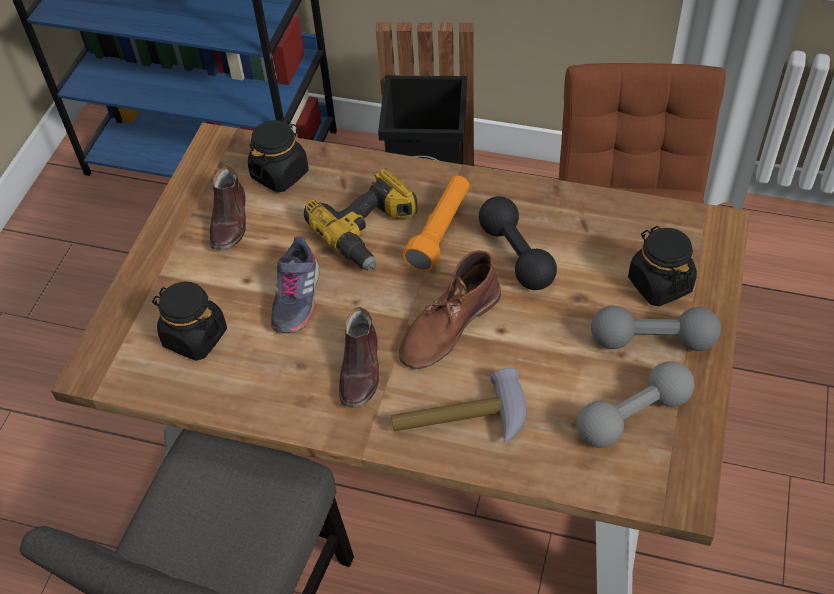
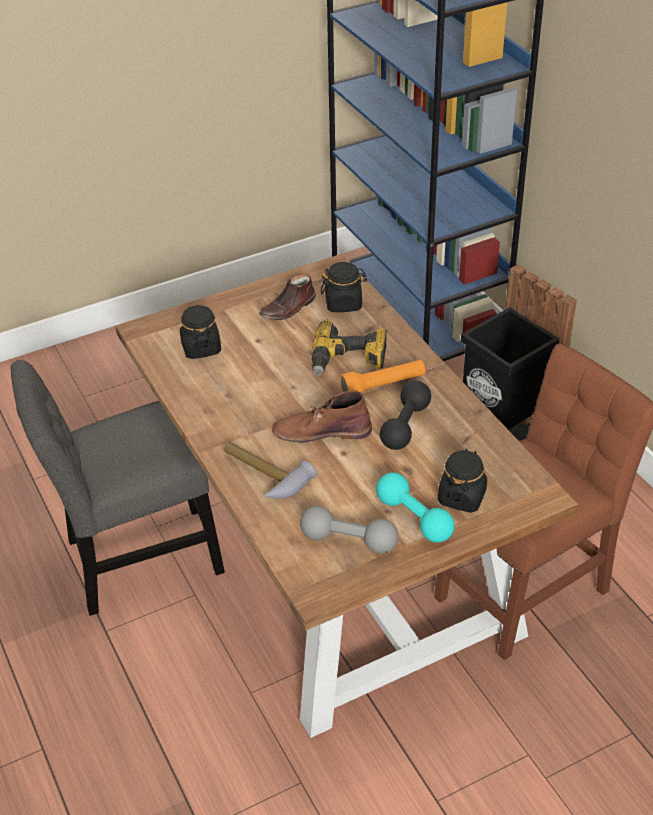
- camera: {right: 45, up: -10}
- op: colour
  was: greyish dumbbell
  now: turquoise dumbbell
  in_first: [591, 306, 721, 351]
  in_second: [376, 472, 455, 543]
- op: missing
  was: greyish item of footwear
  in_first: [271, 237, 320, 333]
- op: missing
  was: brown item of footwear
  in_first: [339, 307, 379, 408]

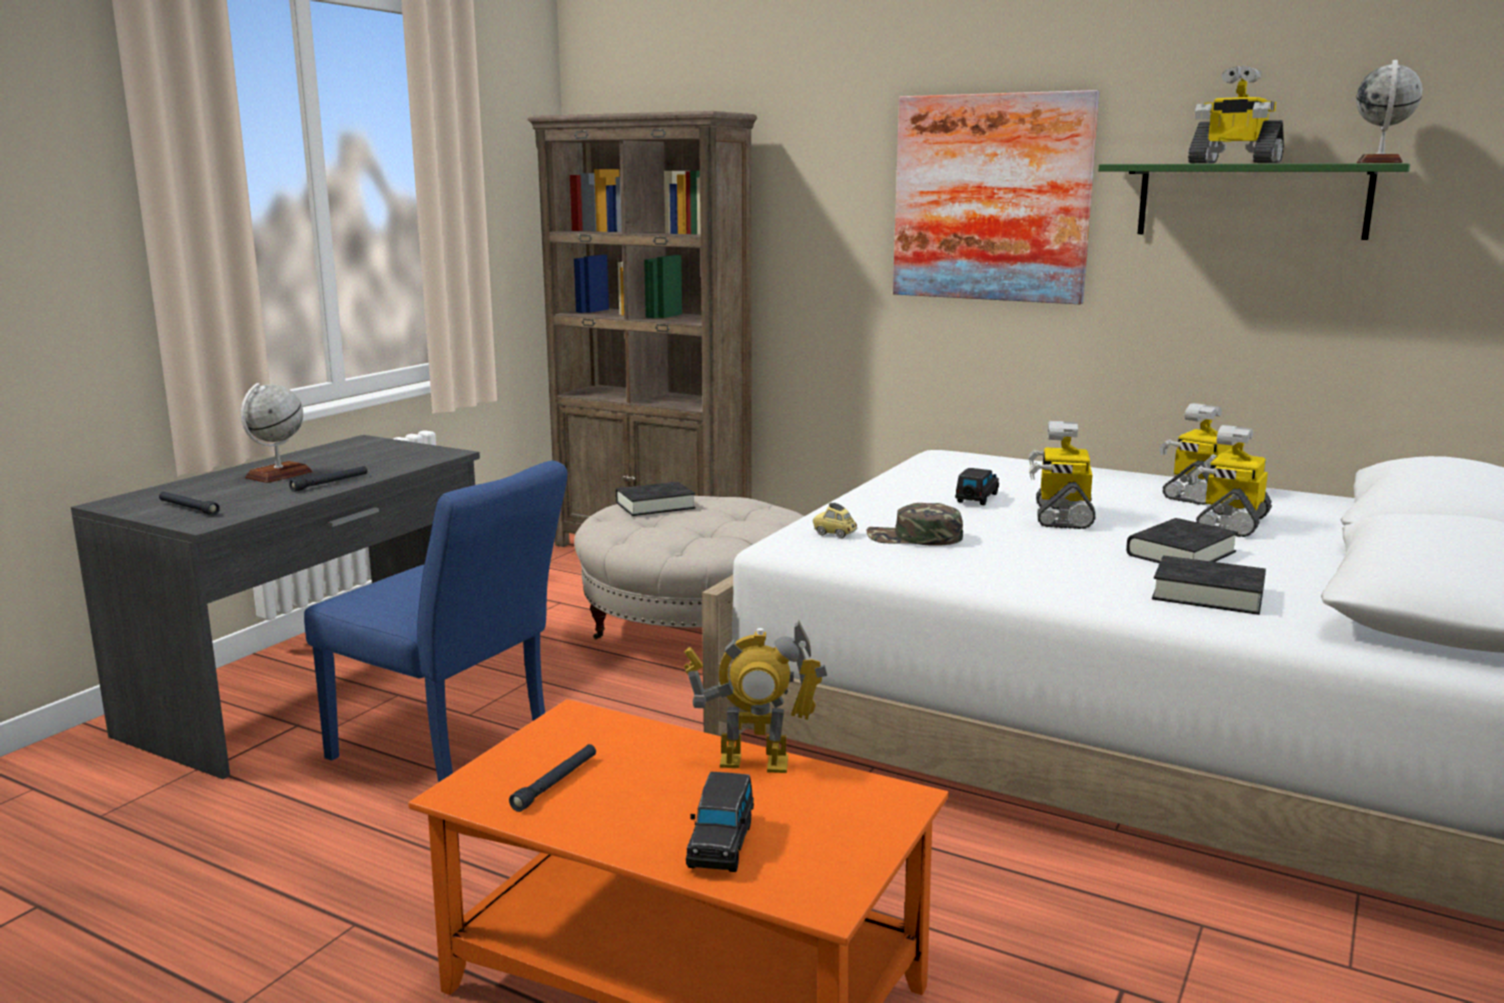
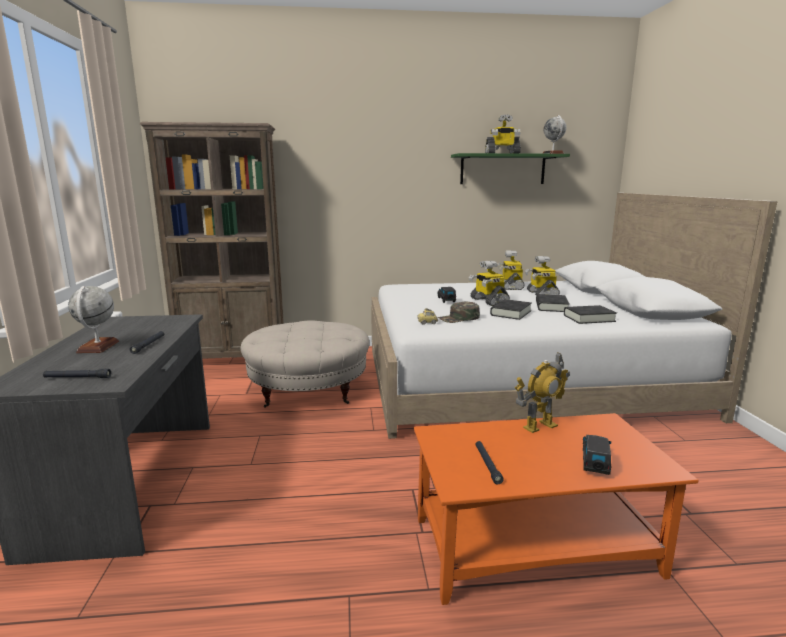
- camera: {right: -35, up: 0}
- op: relocated
  was: black volume
  in_first: [616, 482, 696, 516]
  in_second: [490, 299, 532, 320]
- op: spun
  was: black miniature car
  in_first: [686, 772, 754, 872]
  in_second: [583, 435, 611, 475]
  clockwise: -135
- op: missing
  was: blue-coloured upright chair
  in_first: [304, 461, 567, 783]
- op: missing
  was: picture
  in_first: [893, 90, 1099, 304]

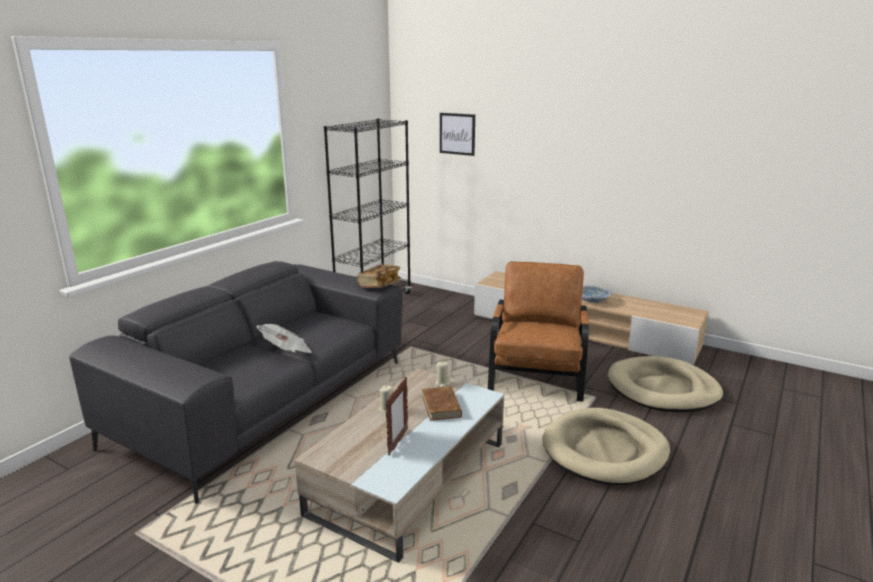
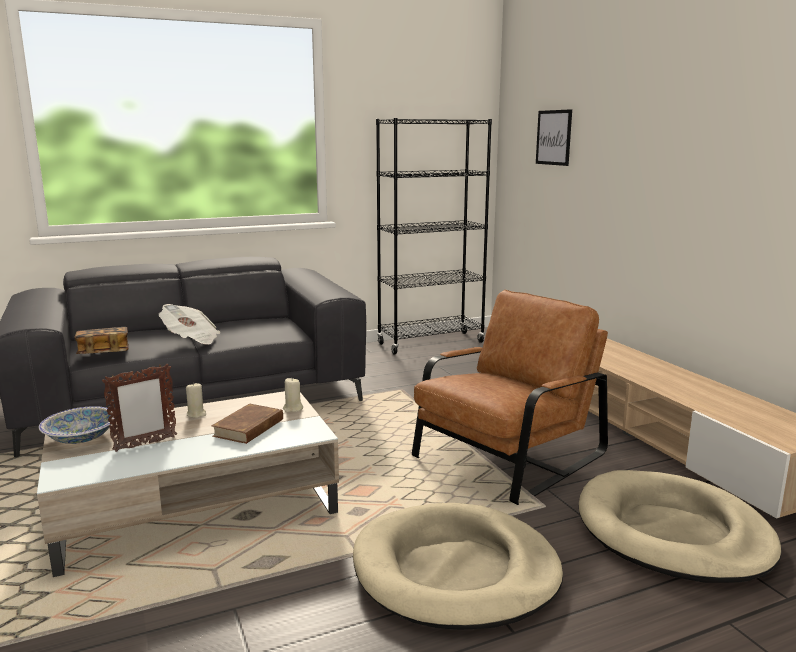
- camera: {right: 35, up: -5}
- op: relocated
  was: bowl
  in_first: [582, 285, 612, 303]
  in_second: [39, 406, 114, 444]
- op: relocated
  was: volume
  in_first: [357, 265, 401, 288]
  in_second: [75, 327, 129, 354]

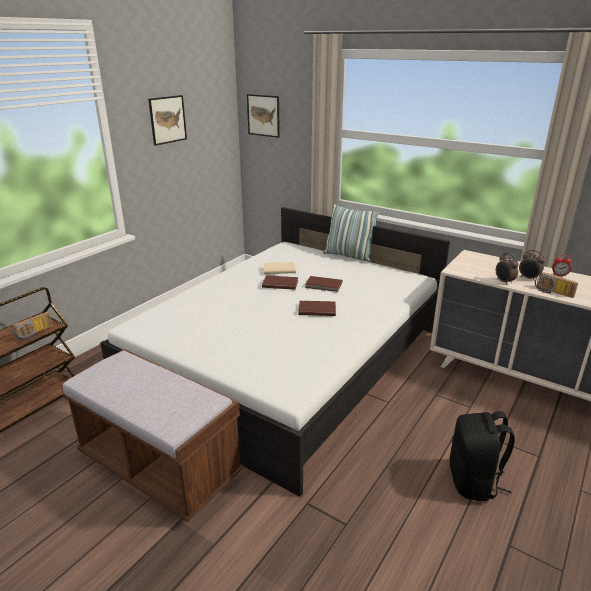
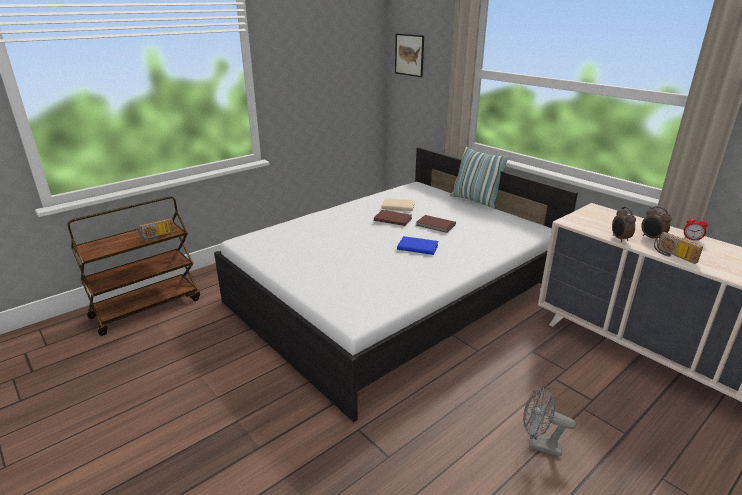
- camera: {right: 15, up: 0}
- op: colour
  was: brown volume
  now: blue-coloured volume
  in_first: [298, 301, 336, 316]
  in_second: [397, 236, 439, 255]
- op: exchanged
  was: black backpack
  now: greyish electric fan
  in_first: [450, 411, 515, 501]
  in_second: [523, 386, 576, 456]
- op: missing
  was: brown bench
  in_first: [61, 349, 243, 522]
- op: missing
  was: picture
  in_first: [148, 95, 187, 146]

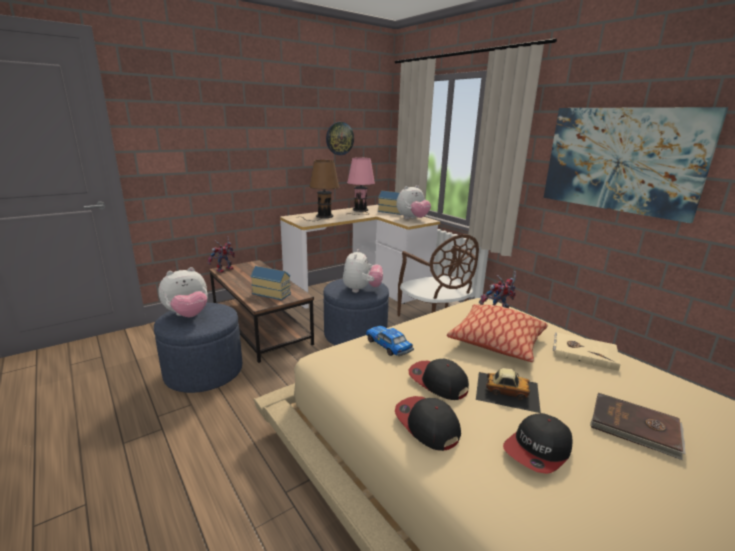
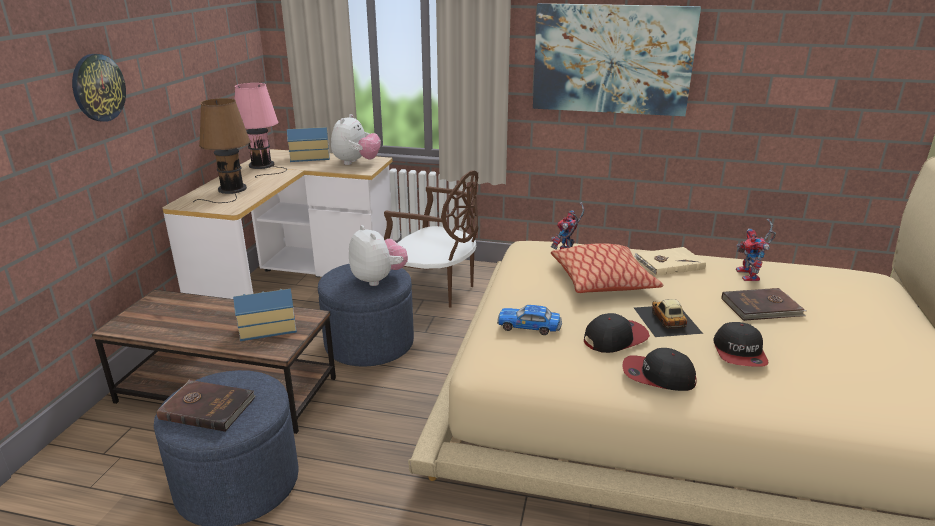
- camera: {right: -40, up: 5}
- op: relocated
  was: hanging clock
  in_first: [326, 122, 354, 155]
  in_second: [72, 54, 126, 122]
- op: exchanged
  was: cuddly toy
  now: brown volume
  in_first: [158, 267, 208, 317]
  in_second: [157, 380, 256, 432]
- op: spun
  was: baseball cap
  in_first: [408, 359, 469, 400]
  in_second: [584, 313, 650, 353]
  clockwise: 150
- op: spun
  was: miniature car
  in_first: [476, 368, 541, 413]
  in_second: [634, 299, 703, 337]
  clockwise: -75
- op: relocated
  was: toy robot
  in_first: [207, 236, 235, 273]
  in_second: [736, 219, 776, 281]

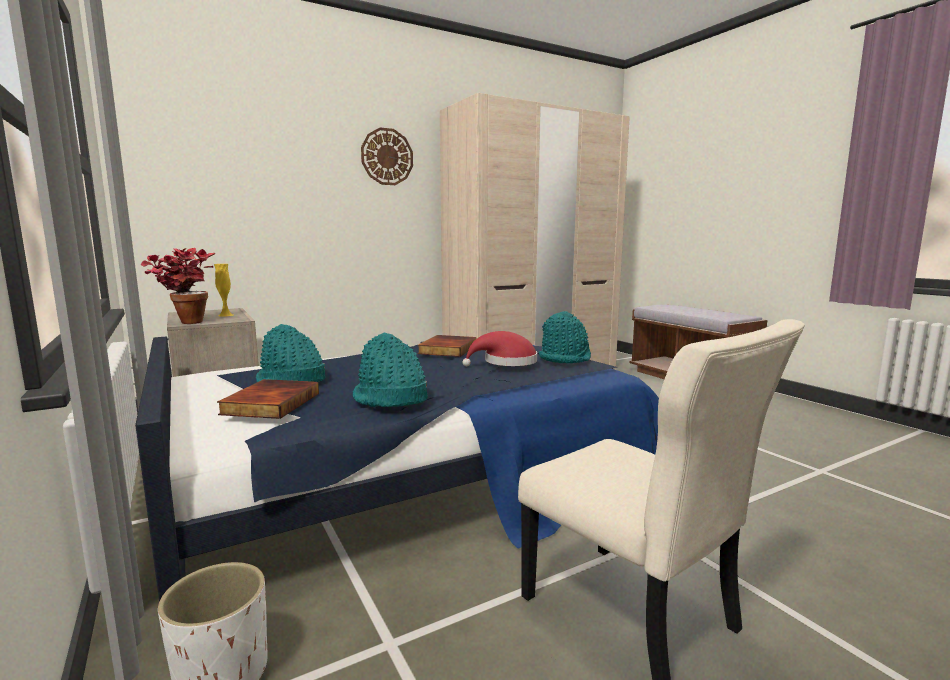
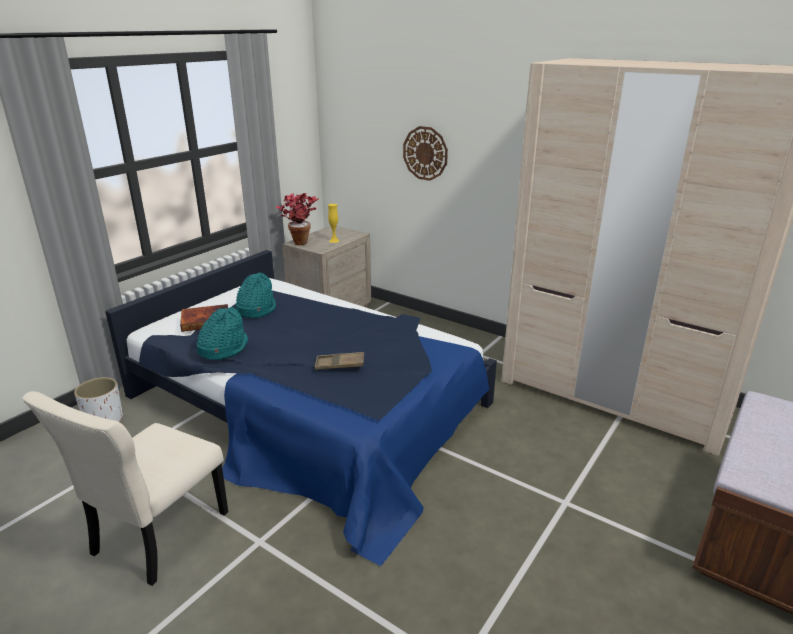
- camera: {right: 65, up: 15}
- op: exchanged
  was: red-coloured clothing hat
  now: brown tray
  in_first: [463, 331, 537, 366]
  in_second: [314, 352, 364, 370]
- op: relocated
  was: hanging clock
  in_first: [361, 127, 413, 185]
  in_second: [403, 126, 448, 181]
- op: missing
  was: volume
  in_first: [418, 335, 476, 357]
- op: missing
  was: turquoise clothing hat
  in_first: [538, 311, 591, 363]

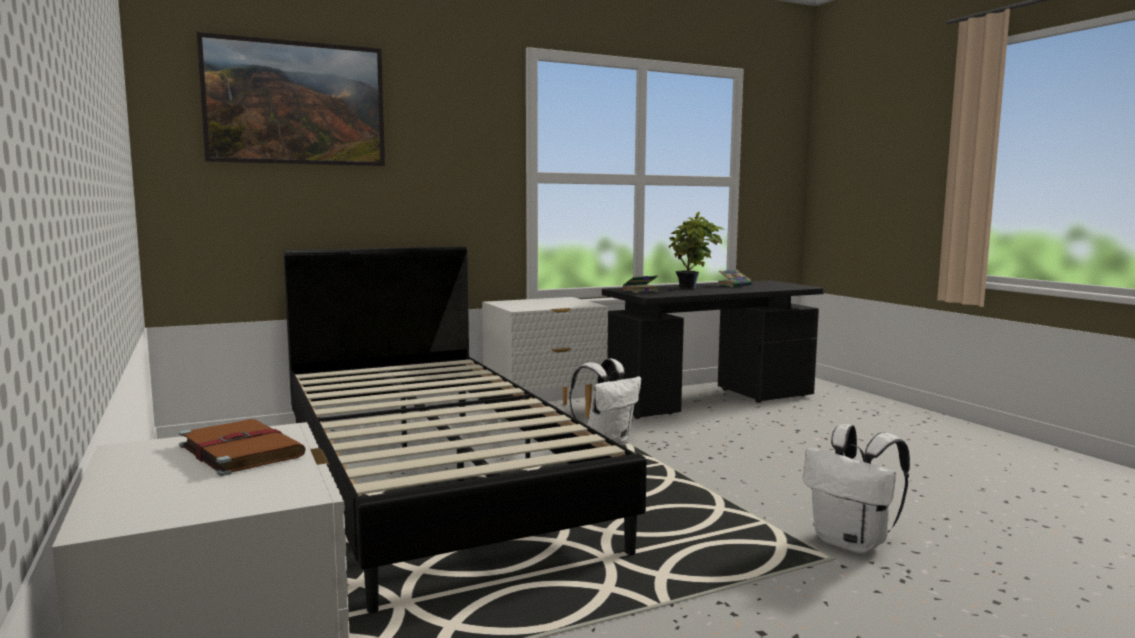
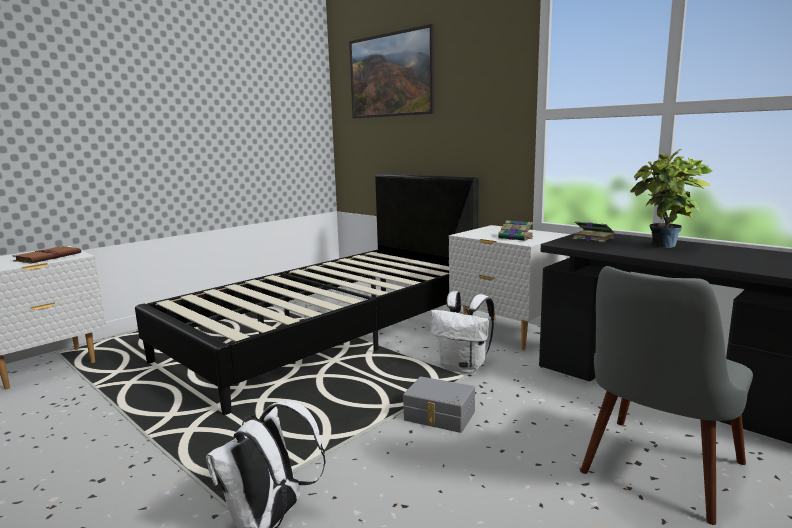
- camera: {right: 70, up: 5}
- op: appeared
  now: greyish storage box
  in_second: [403, 376, 475, 433]
- op: relocated
  was: volume
  in_first: [717, 270, 752, 287]
  in_second: [498, 220, 533, 241]
- op: appeared
  now: greyish upright chair
  in_second: [580, 266, 753, 525]

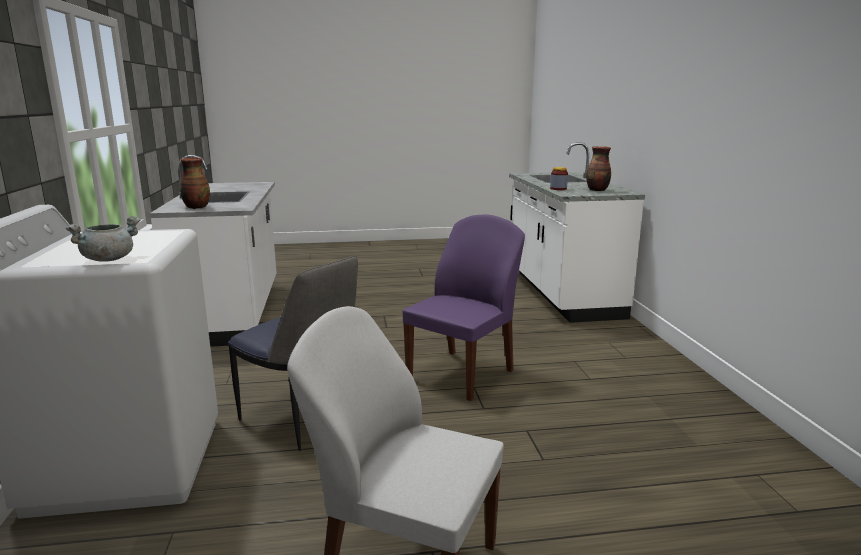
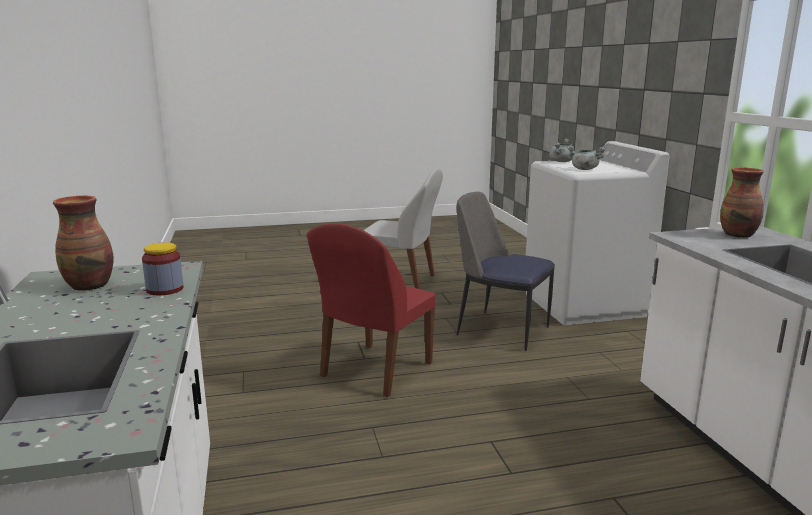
- camera: {right: 175, up: 0}
- op: colour
  was: purple upright chair
  now: red-coloured upright chair
  in_first: [403, 215, 525, 401]
  in_second: [307, 223, 436, 397]
- op: appeared
  now: greyish cooking pot
  in_second: [567, 146, 606, 170]

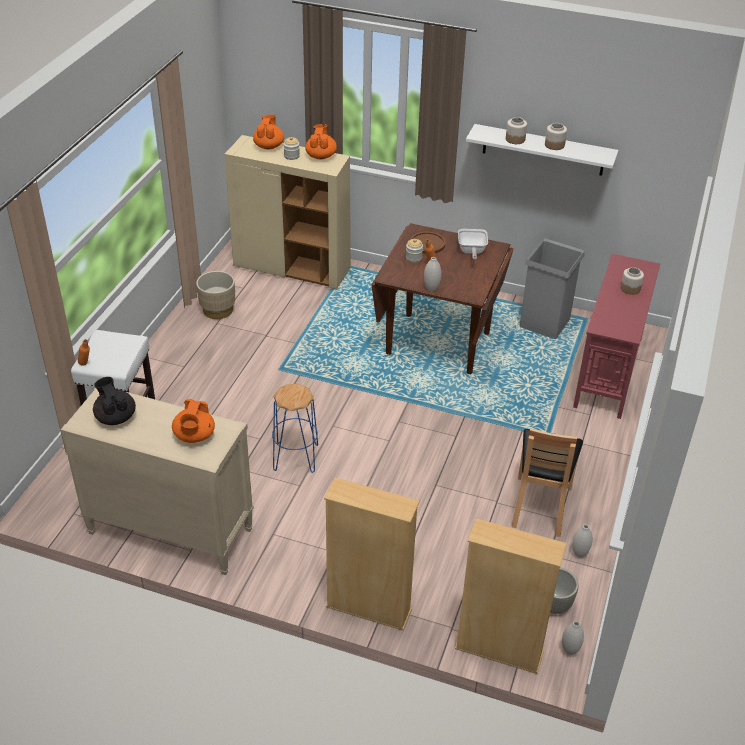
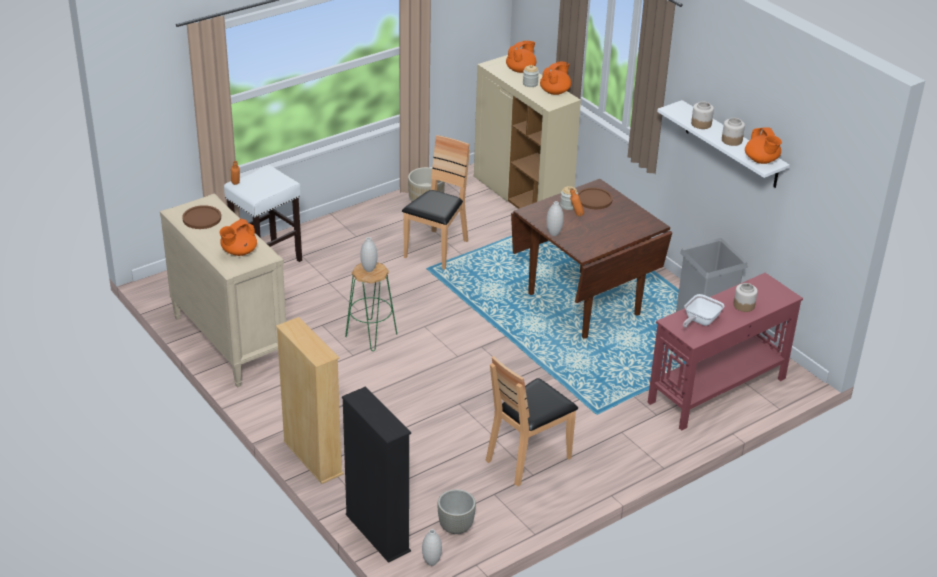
- camera: {right: 35, up: -5}
- op: exchanged
  was: black pot for tea
  now: brown dinner plate
  in_first: [93, 377, 136, 425]
  in_second: [182, 205, 221, 229]
- op: colour
  was: beige-coloured shelving unit
  now: black shelving unit
  in_first: [455, 518, 567, 674]
  in_second: [342, 387, 411, 563]
- op: colour
  was: blue-coloured stool
  now: green-coloured stool
  in_first: [272, 384, 318, 473]
  in_second: [345, 262, 397, 351]
- op: relocated
  was: white flower vase
  in_first: [572, 524, 593, 558]
  in_second: [360, 237, 378, 272]
- op: appeared
  now: brown upright chair
  in_second: [402, 135, 470, 270]
- op: relocated
  was: pan
  in_first: [458, 229, 488, 260]
  in_second: [683, 294, 724, 328]
- op: appeared
  now: orange pot for tea
  in_second: [745, 127, 782, 164]

